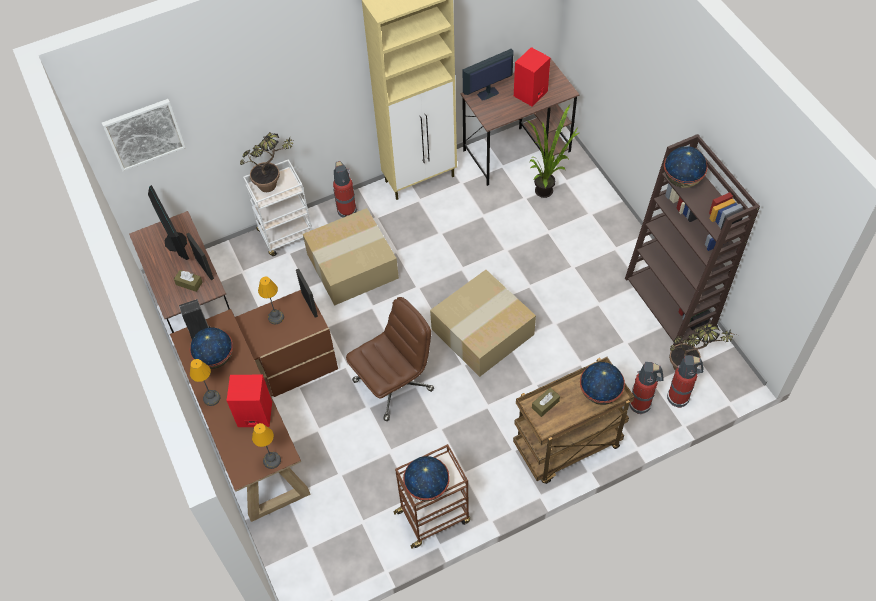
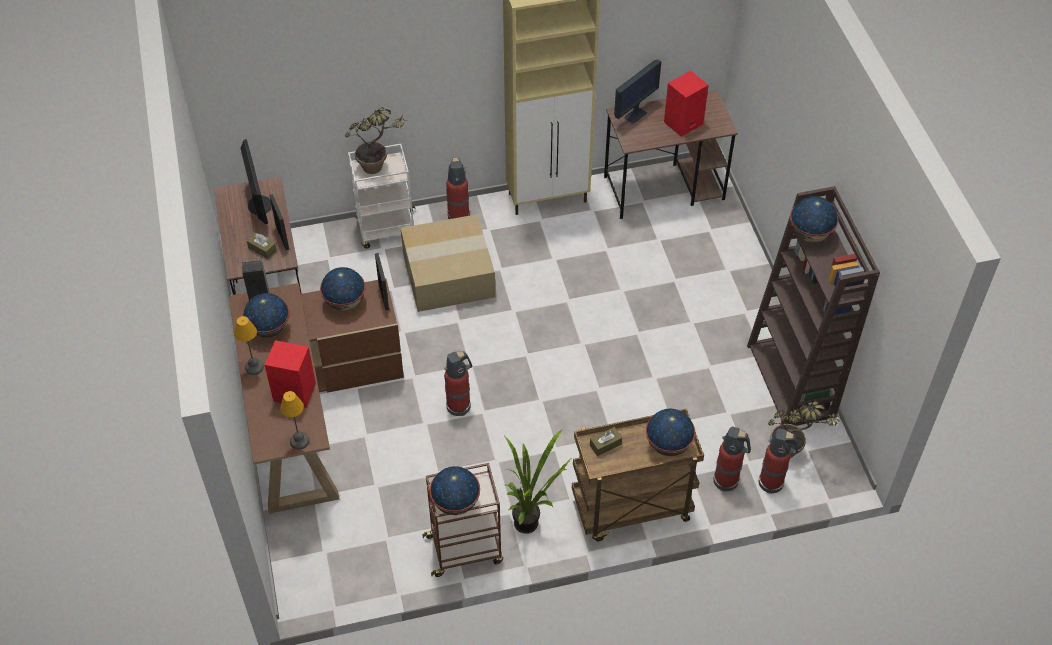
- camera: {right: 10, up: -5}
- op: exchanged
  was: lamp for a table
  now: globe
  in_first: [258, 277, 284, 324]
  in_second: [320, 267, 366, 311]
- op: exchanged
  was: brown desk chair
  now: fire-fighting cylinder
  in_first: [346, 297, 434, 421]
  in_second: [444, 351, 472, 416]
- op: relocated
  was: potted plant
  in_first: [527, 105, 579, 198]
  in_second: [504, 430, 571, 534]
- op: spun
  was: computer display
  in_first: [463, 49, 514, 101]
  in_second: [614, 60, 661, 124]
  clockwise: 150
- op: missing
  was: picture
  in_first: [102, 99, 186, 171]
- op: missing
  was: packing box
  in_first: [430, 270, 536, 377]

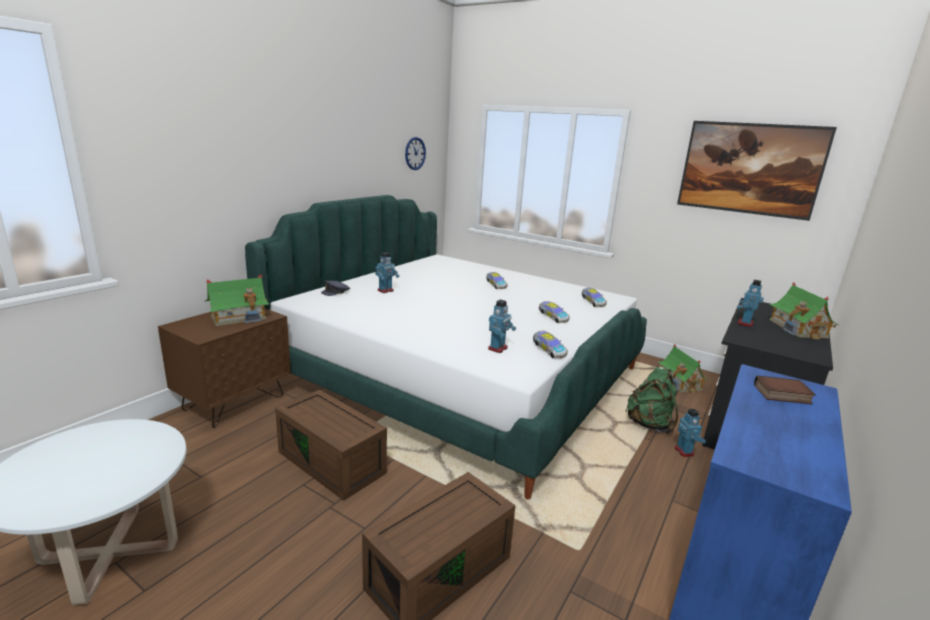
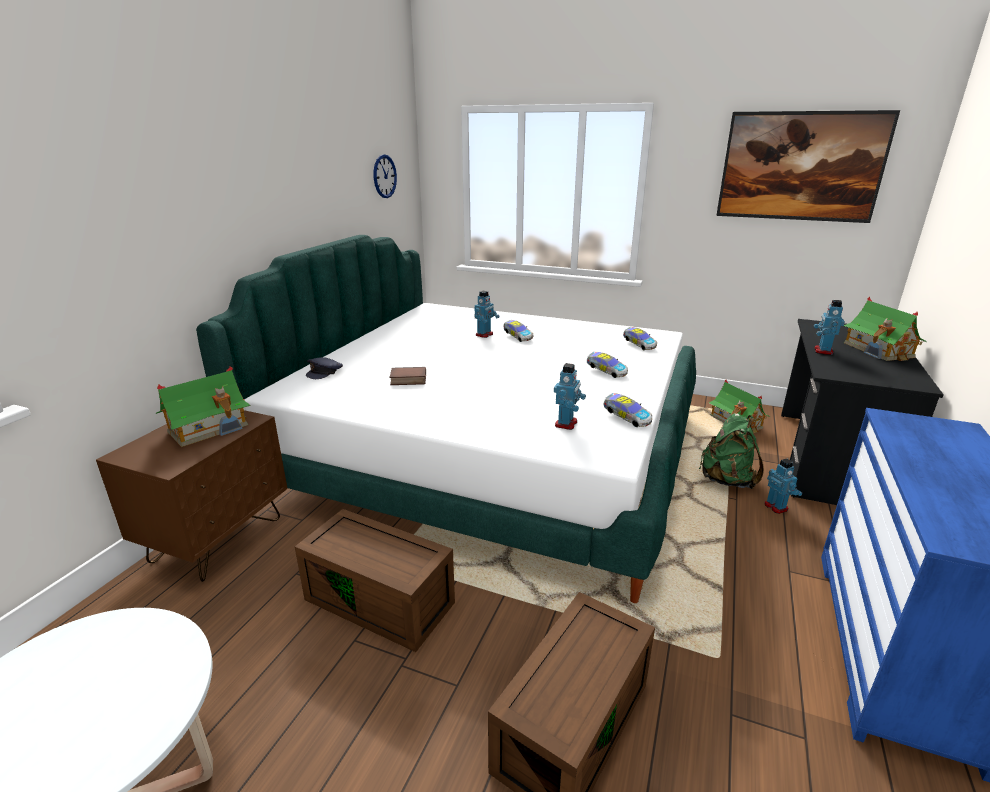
- camera: {right: -10, up: 5}
- op: relocated
  was: volume
  in_first: [754, 376, 816, 404]
  in_second: [390, 367, 426, 385]
- op: relocated
  was: toy robot
  in_first: [375, 252, 400, 293]
  in_second: [474, 291, 500, 338]

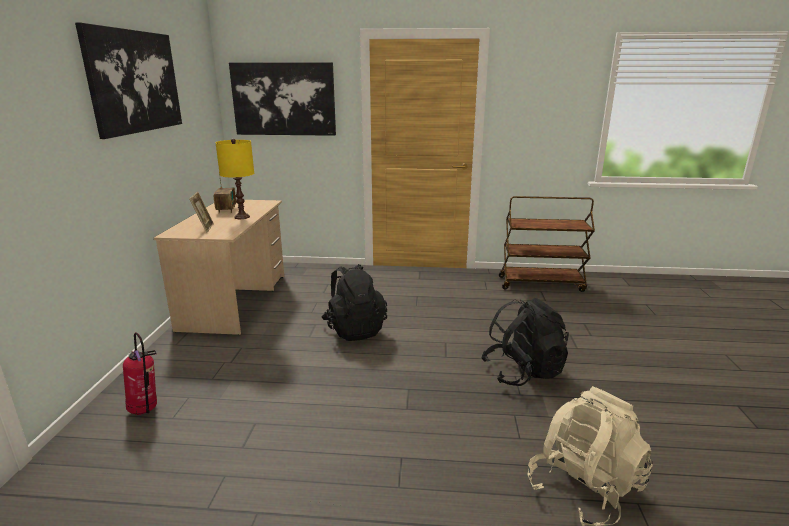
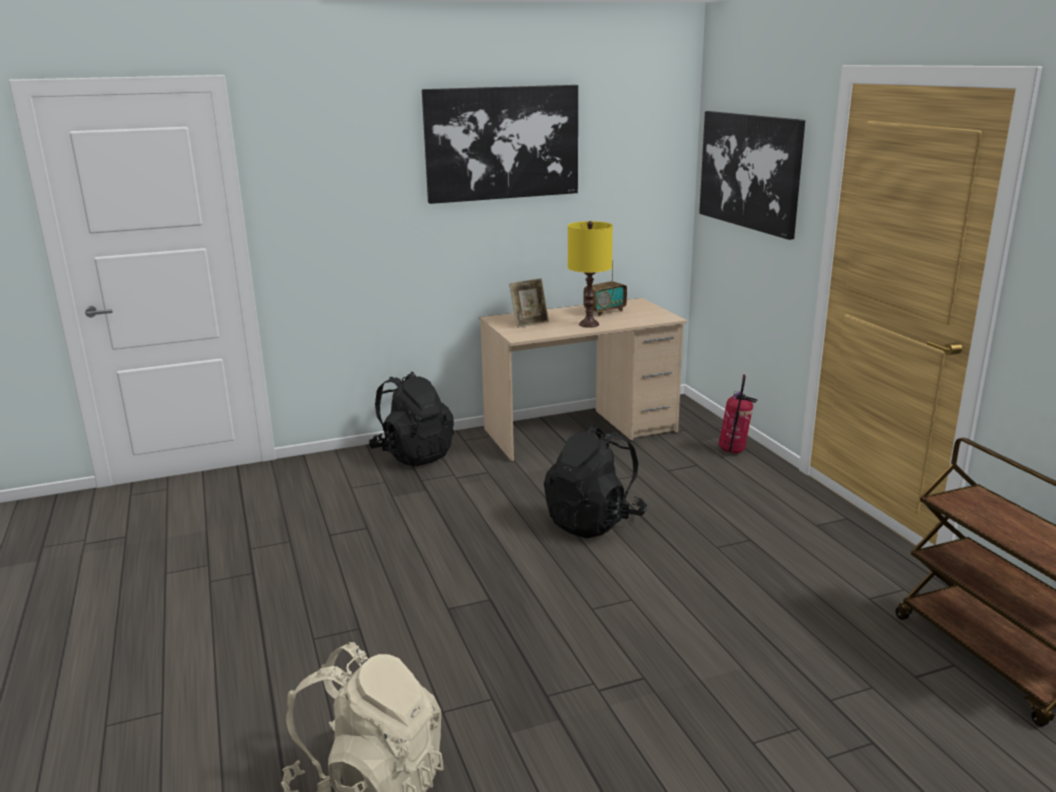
- camera: {right: 65, up: 0}
- op: relocated
  was: black backpack
  in_first: [481, 298, 569, 386]
  in_second: [369, 372, 454, 466]
- op: relocated
  was: fire-fighting cylinder
  in_first: [123, 332, 157, 415]
  in_second: [719, 374, 757, 453]

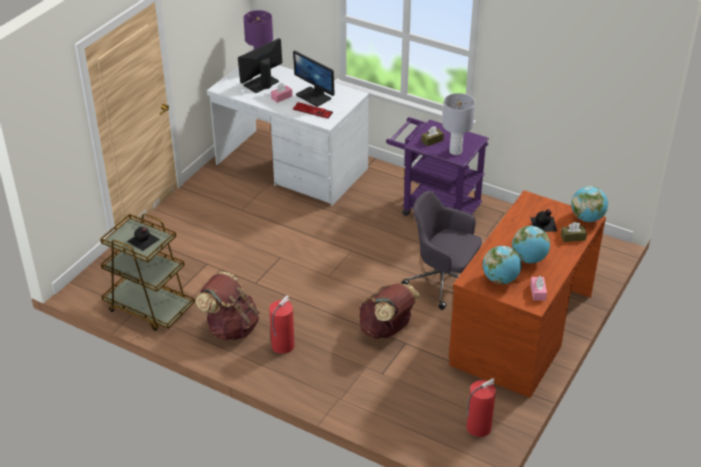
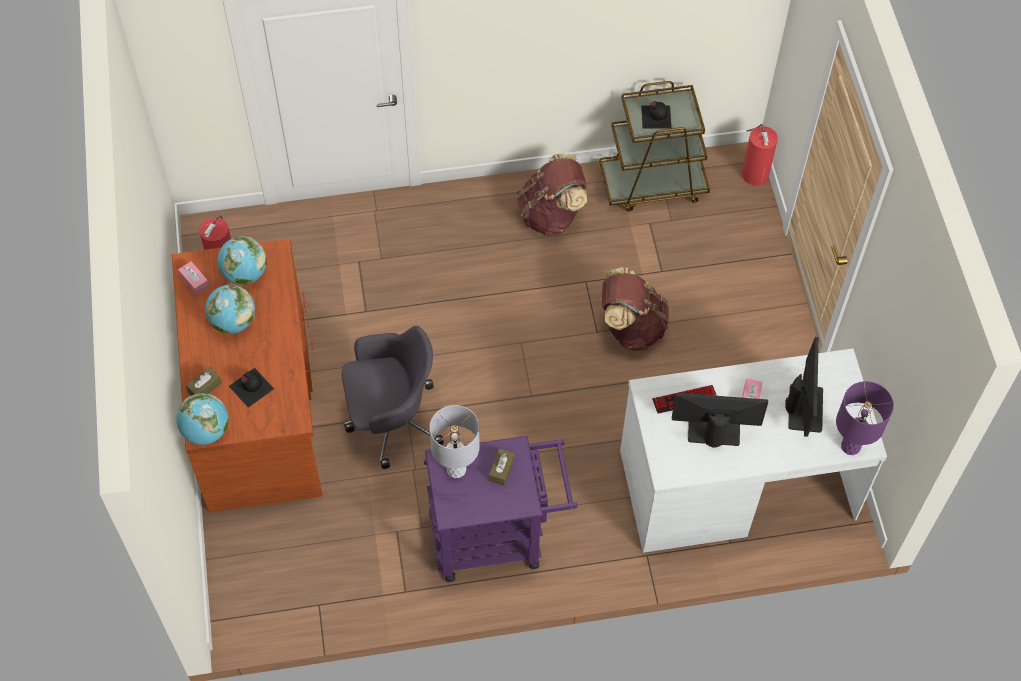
- camera: {right: 140, up: 20}
- op: relocated
  was: brown backpack
  in_first: [359, 283, 421, 339]
  in_second: [602, 267, 669, 351]
- op: relocated
  was: fire-fighting cylinder
  in_first: [269, 295, 295, 354]
  in_second: [742, 124, 778, 186]

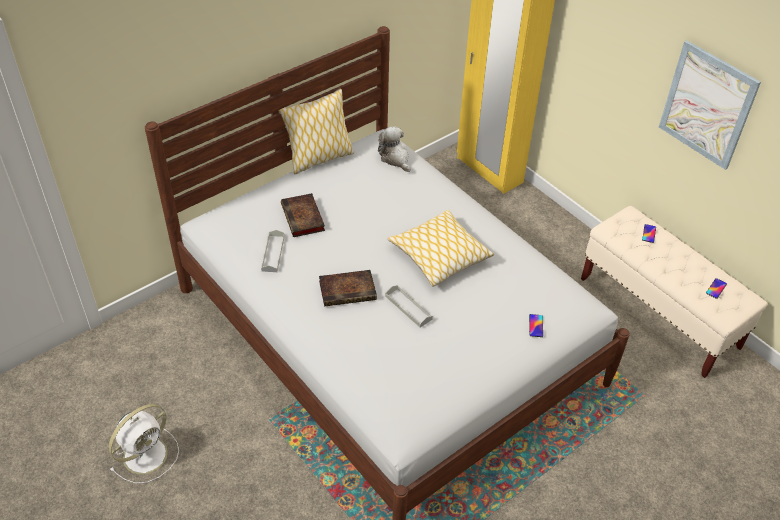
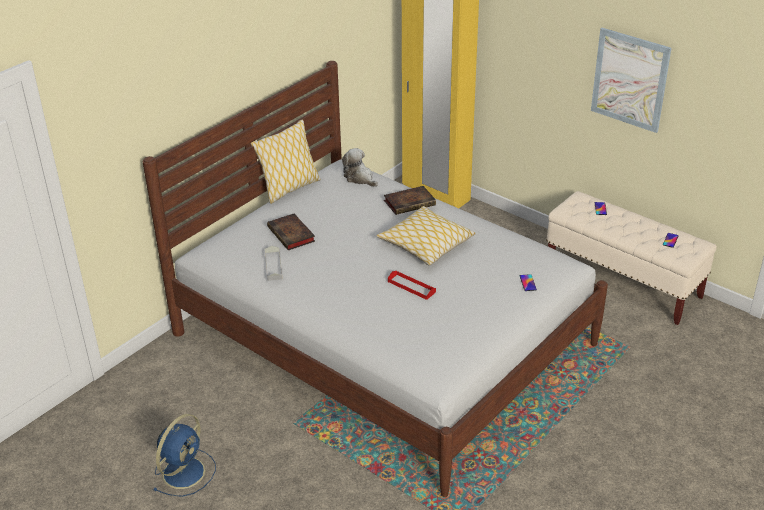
- camera: {right: -10, up: -10}
- op: colour
  was: white electric fan
  now: blue-coloured electric fan
  in_first: [109, 404, 179, 484]
  in_second: [153, 414, 216, 497]
- op: relocated
  was: volume
  in_first: [319, 270, 377, 307]
  in_second: [384, 186, 436, 215]
- op: colour
  was: greyish tray
  now: red-coloured tray
  in_first: [385, 285, 433, 328]
  in_second: [388, 271, 436, 300]

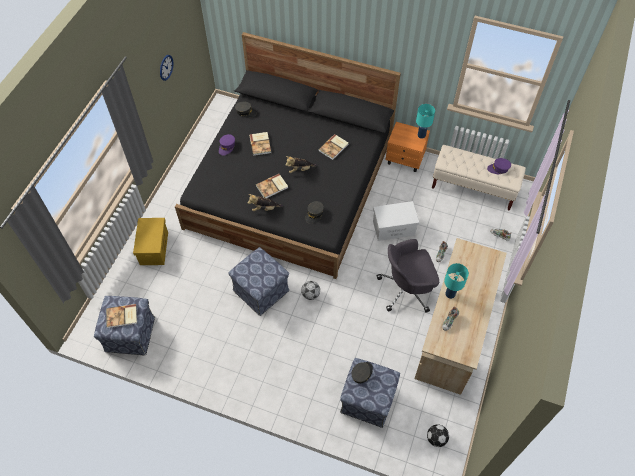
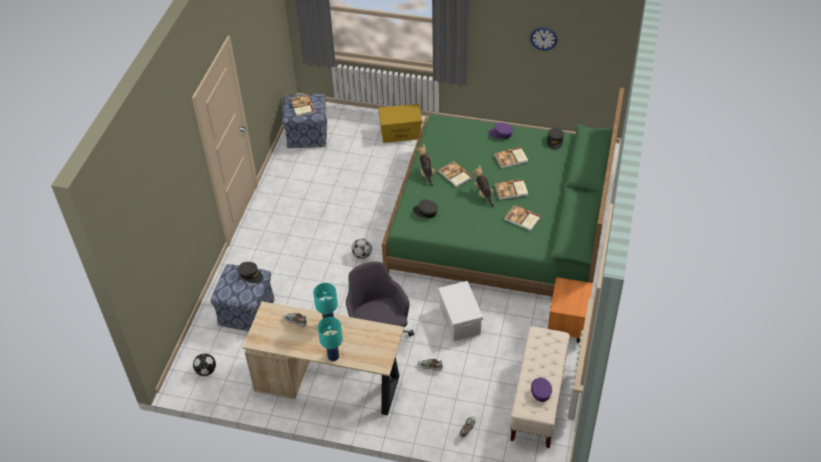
- camera: {right: 85, up: -10}
- op: relocated
  was: turquoise lamp for a table
  in_first: [416, 104, 435, 139]
  in_second: [318, 317, 343, 361]
- op: colour
  was: black bed
  now: green-coloured bed
  in_first: [175, 32, 401, 279]
  in_second: [382, 88, 625, 297]
- op: appeared
  now: volume
  in_second: [494, 179, 528, 200]
- op: missing
  was: ottoman
  in_first: [228, 247, 289, 316]

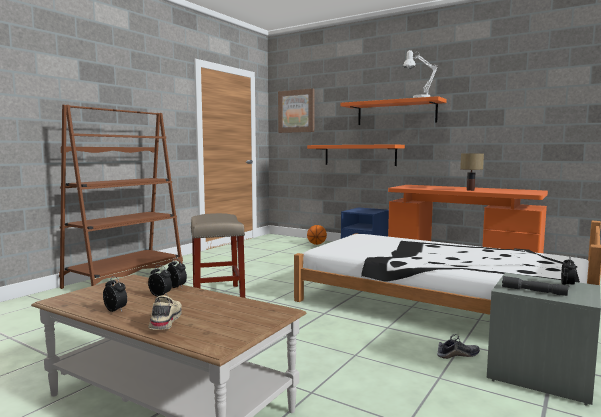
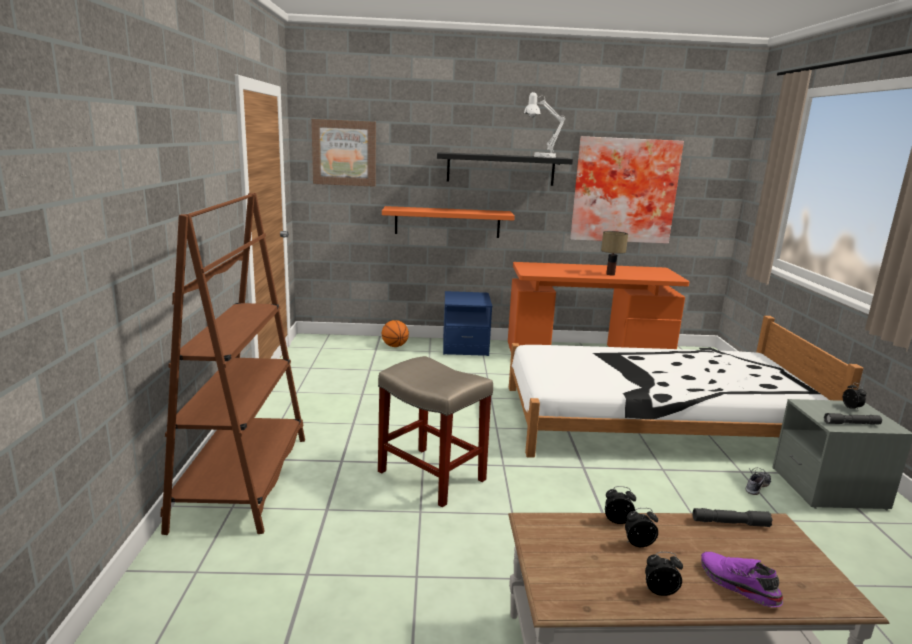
- camera: {right: -35, up: 10}
- op: colour
  was: orange bracket shelf
  now: black bracket shelf
  in_first: [340, 96, 447, 125]
  in_second: [437, 152, 573, 186]
- op: appeared
  now: picture
  in_second: [570, 136, 684, 244]
- op: appeared
  now: greyish hand torch
  in_second: [693, 508, 773, 527]
- op: colour
  was: beige-coloured item of footwear
  now: purple item of footwear
  in_first: [148, 295, 182, 330]
  in_second: [701, 552, 784, 607]

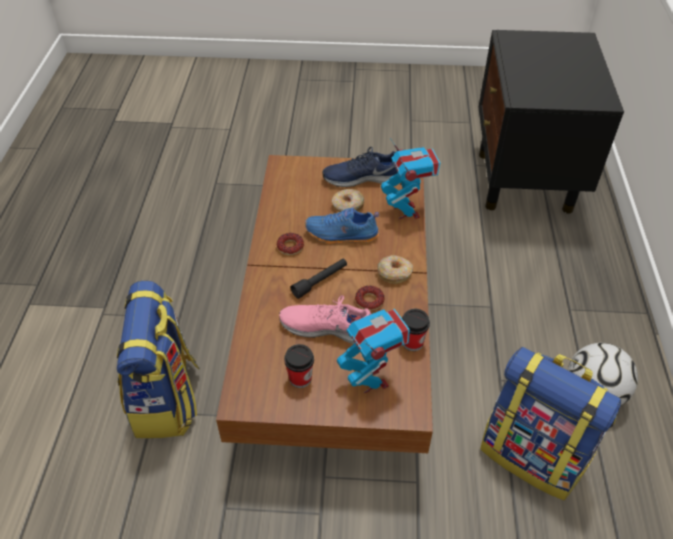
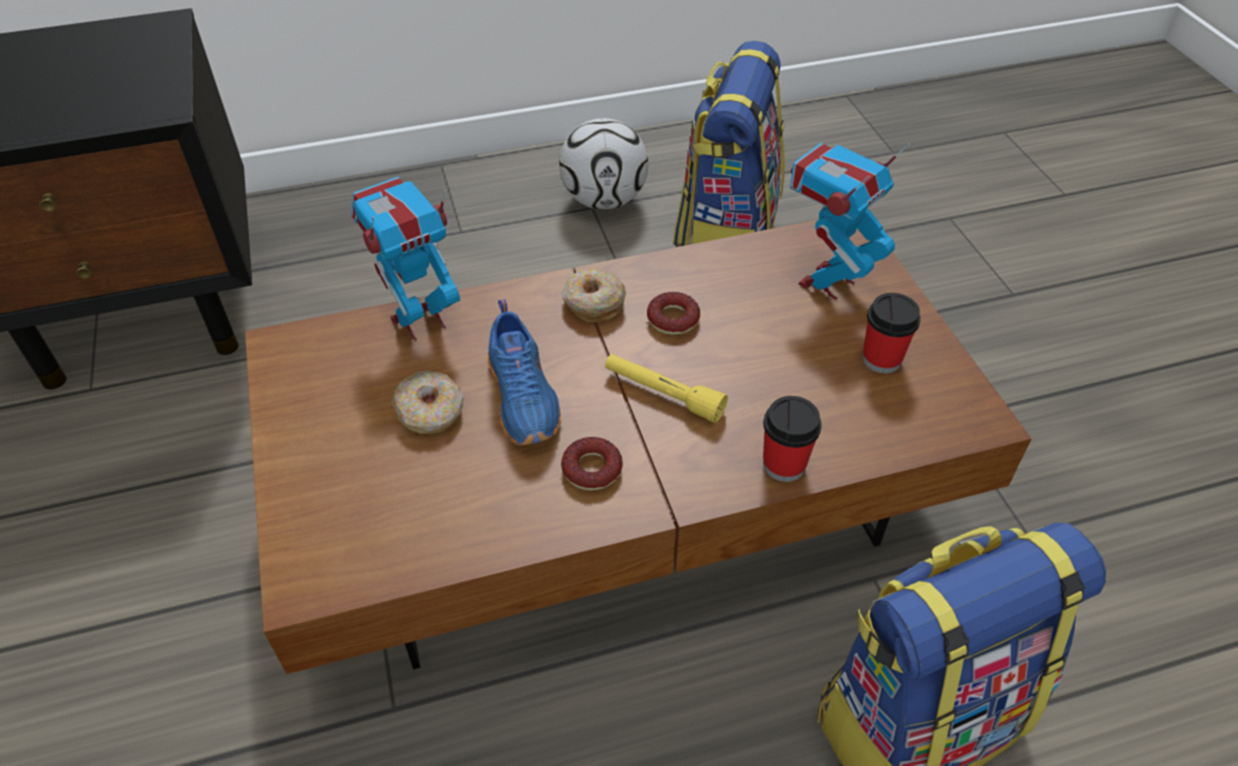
- camera: {right: -110, up: 0}
- op: colour
  was: black hand torch
  now: yellow-coloured hand torch
  in_first: [291, 259, 347, 299]
  in_second: [605, 354, 728, 423]
- op: relocated
  was: cup
  in_first: [402, 309, 430, 351]
  in_second: [763, 396, 822, 482]
- op: missing
  was: pink item of footwear
  in_first: [279, 295, 371, 344]
- op: missing
  was: blue-coloured item of footwear
  in_first: [322, 147, 398, 187]

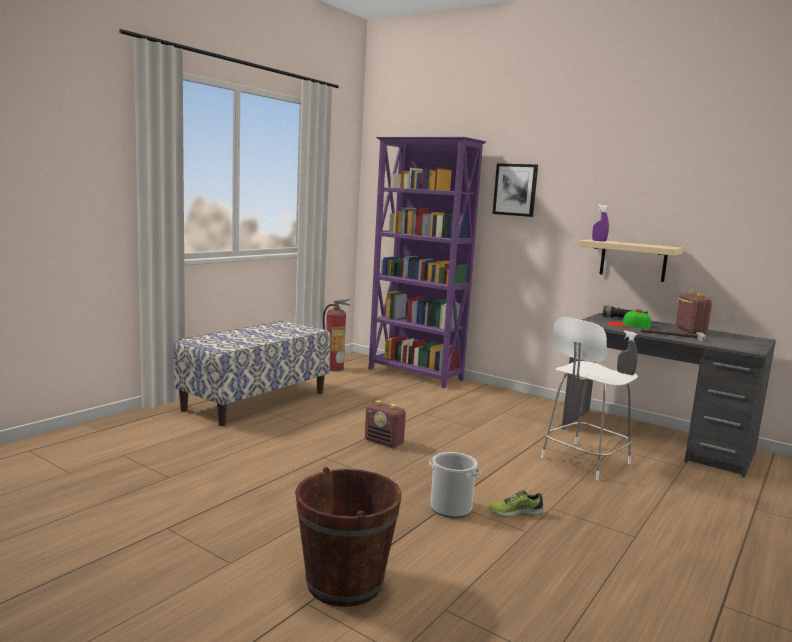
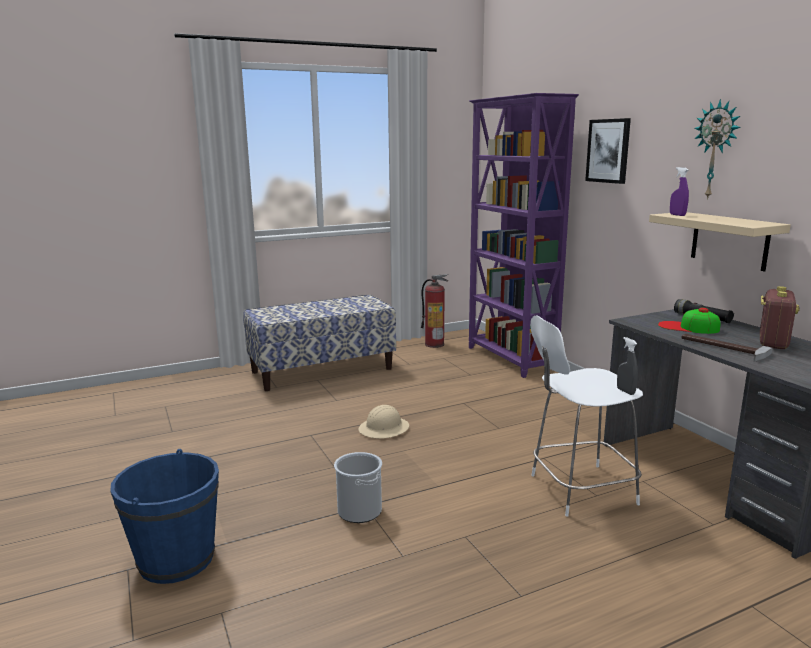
- camera: {right: 30, up: 5}
- op: colour
  was: brown water bucket
  now: blue-coloured water bucket
  in_first: [295, 467, 402, 607]
  in_second: [110, 449, 219, 584]
- op: exchanged
  was: radio set
  now: beige-coloured work helmet
  in_first: [365, 400, 406, 448]
  in_second: [358, 405, 409, 438]
- op: appeared
  now: hanging clock
  in_second: [694, 99, 741, 200]
- op: missing
  was: item of footwear
  in_first: [489, 490, 544, 517]

